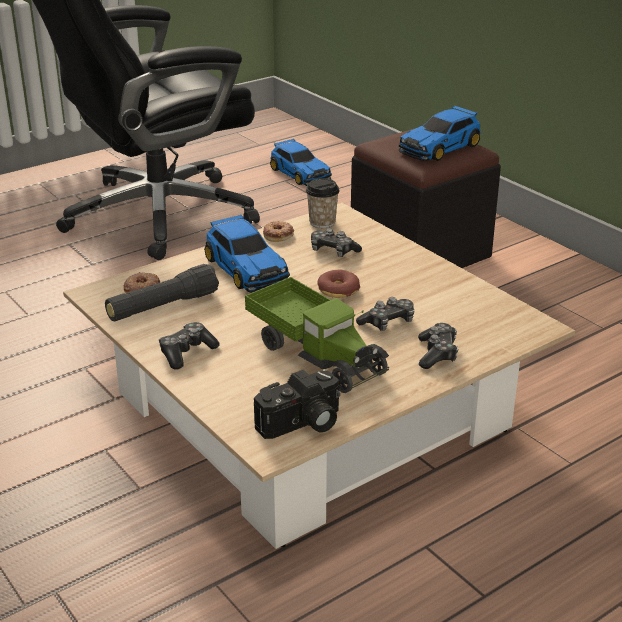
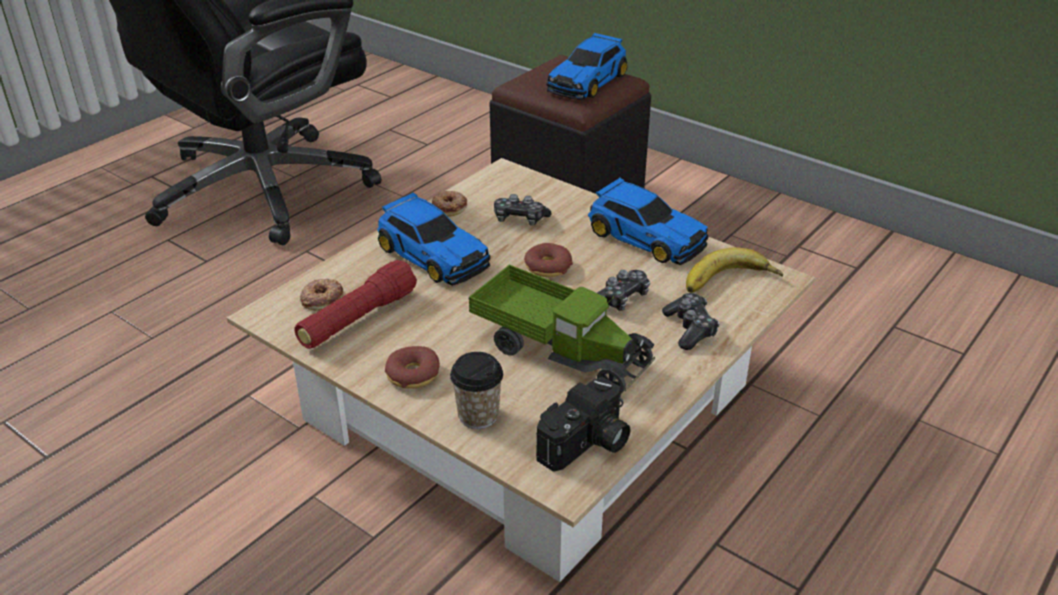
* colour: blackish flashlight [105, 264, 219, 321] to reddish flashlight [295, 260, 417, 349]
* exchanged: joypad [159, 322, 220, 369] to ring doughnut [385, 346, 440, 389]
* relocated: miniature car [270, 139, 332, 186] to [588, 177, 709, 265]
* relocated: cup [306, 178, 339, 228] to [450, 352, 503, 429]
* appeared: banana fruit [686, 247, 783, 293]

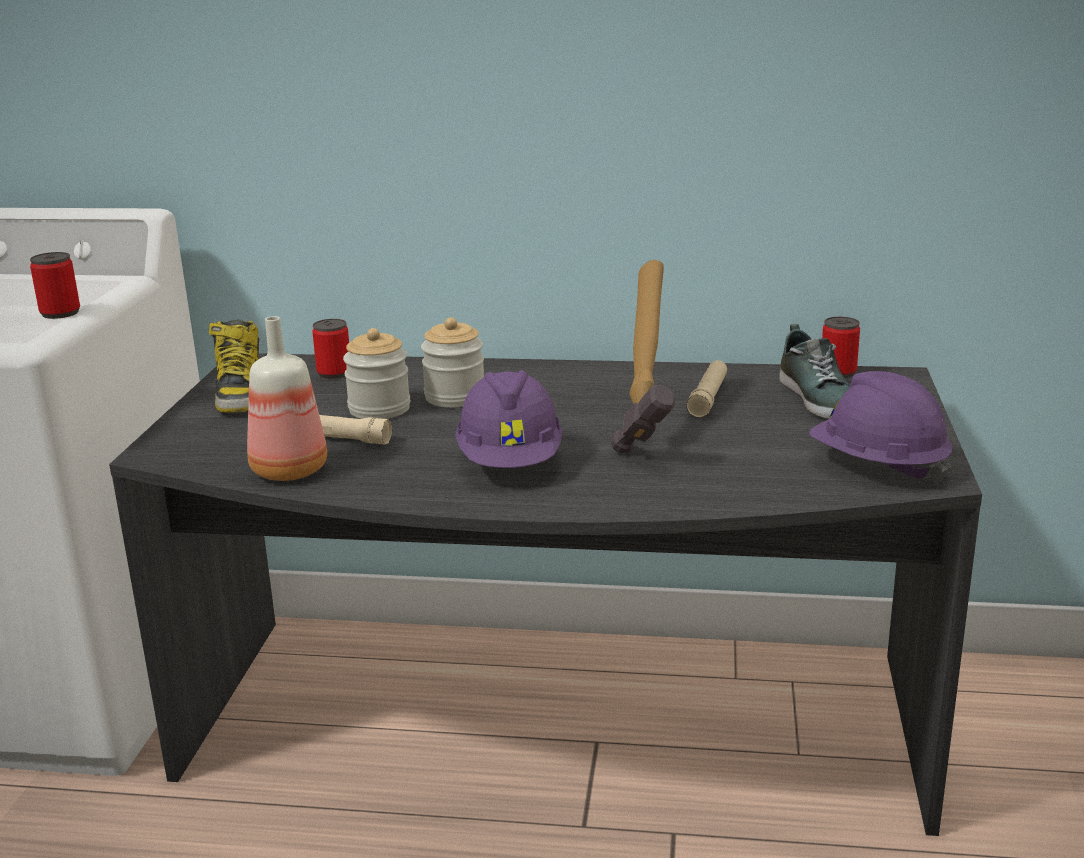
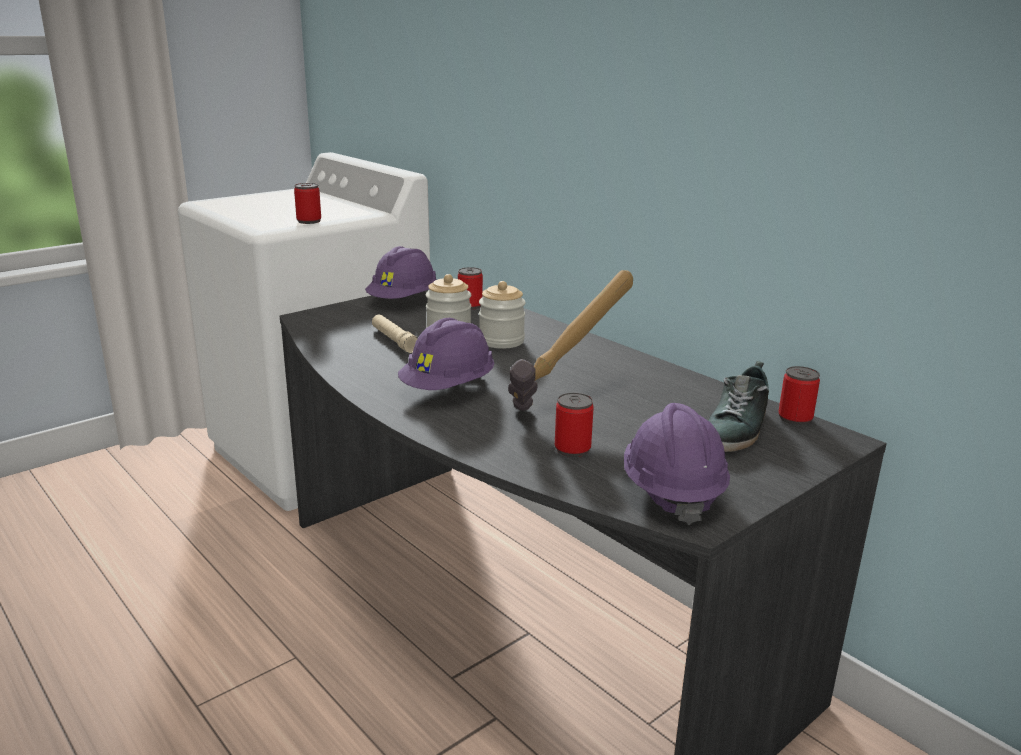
* exchanged: tall boot [209, 320, 260, 413] to purple-coloured safety helmet [365, 246, 437, 299]
* missing: bottle [247, 316, 327, 481]
* missing: beige-coloured flashlight [686, 360, 727, 418]
* appeared: sealed can [555, 393, 594, 457]

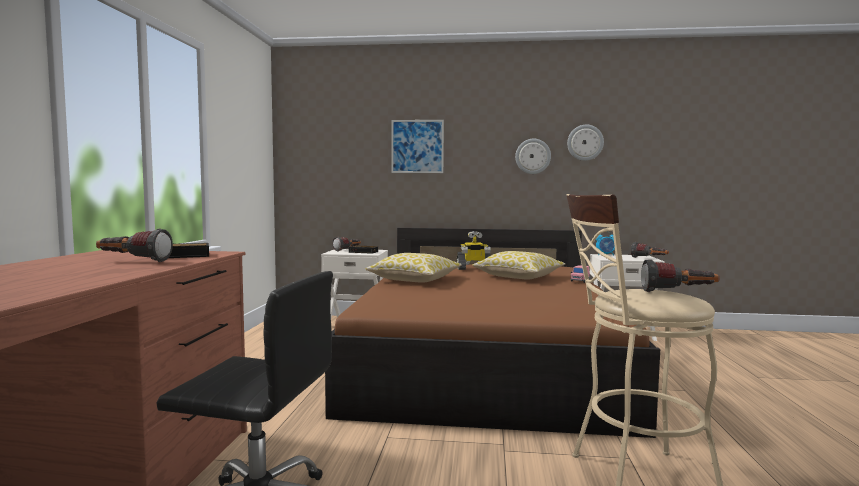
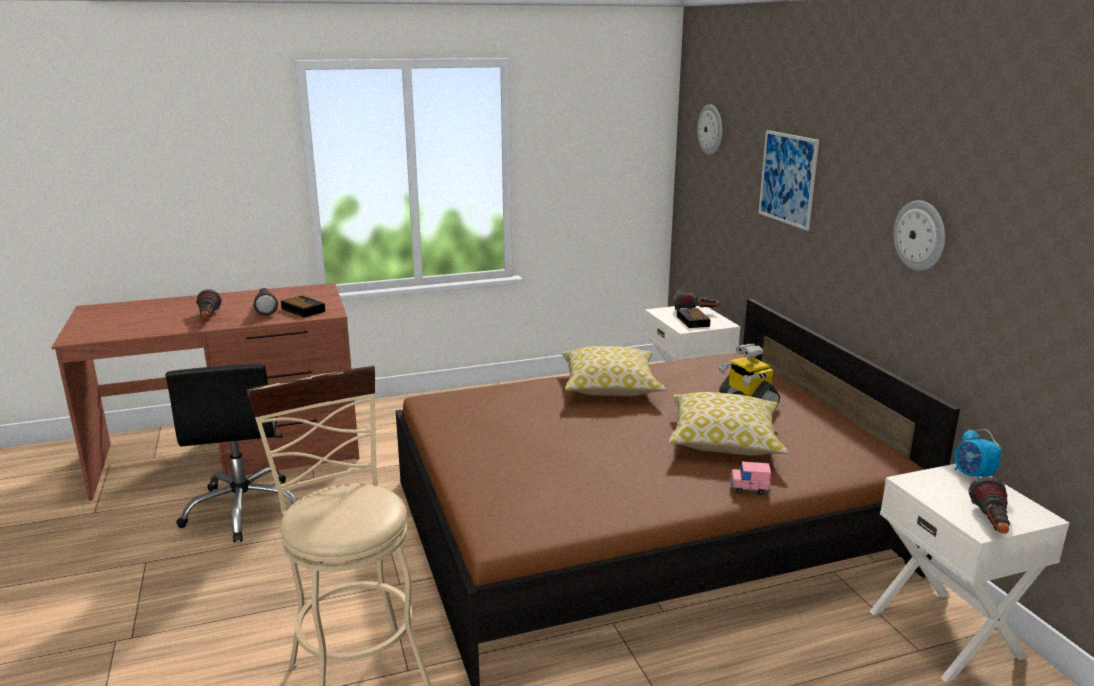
* relocated: hanging clock [567, 125, 604, 161] to [697, 104, 722, 155]
* relocated: flashlight [641, 259, 720, 292] to [196, 289, 222, 318]

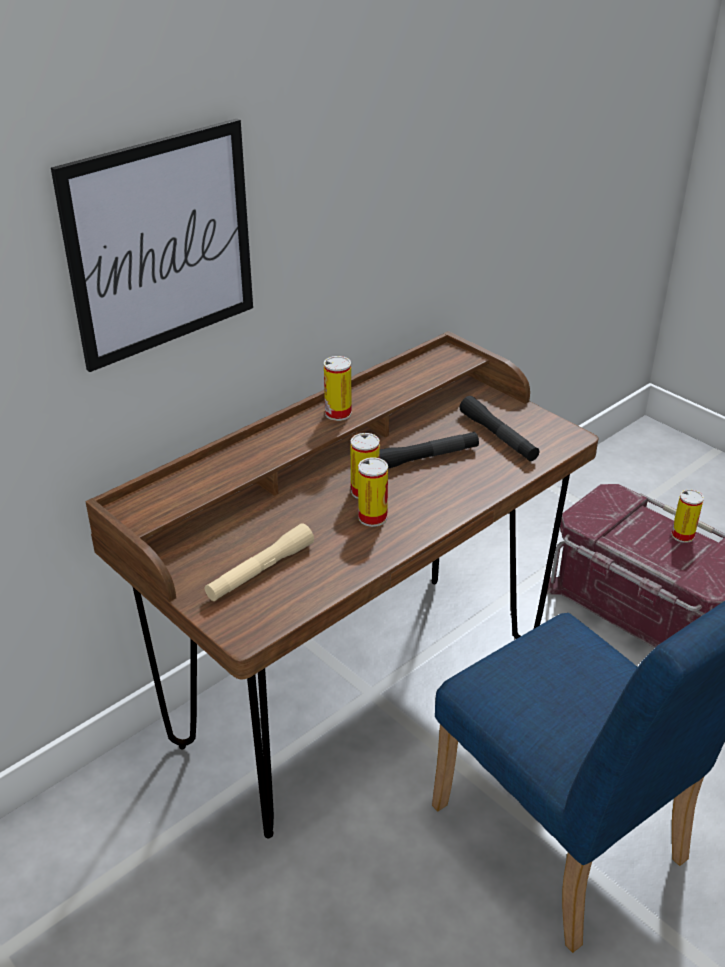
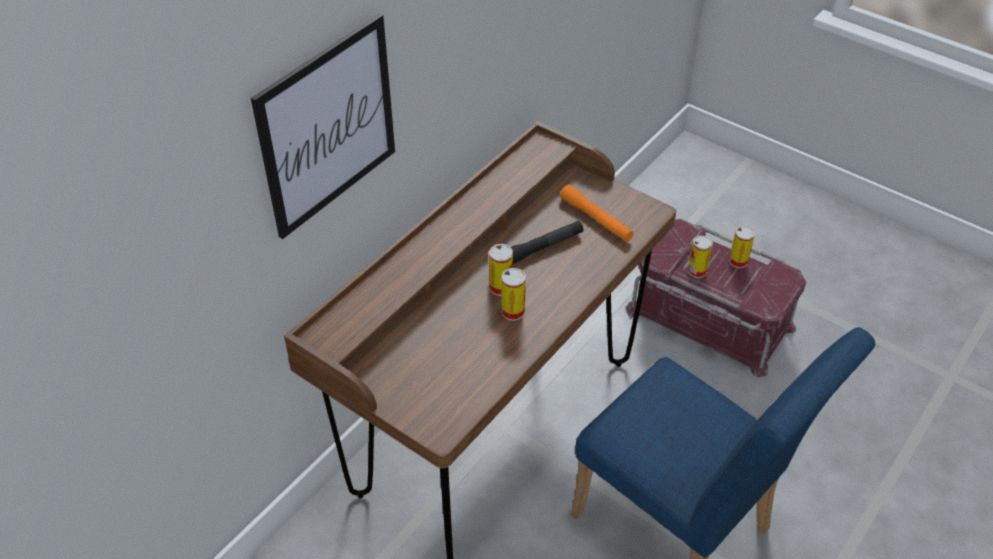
* missing: beige-coloured flashlight [205, 523, 314, 601]
* relocated: sealed can [324, 356, 352, 421] to [688, 235, 713, 278]
* colour: blackish flashlight [460, 396, 539, 461] to orangey flashlight [560, 184, 634, 242]

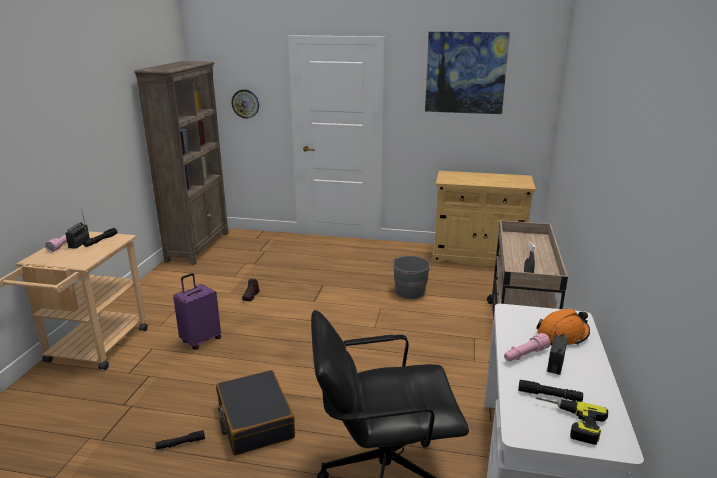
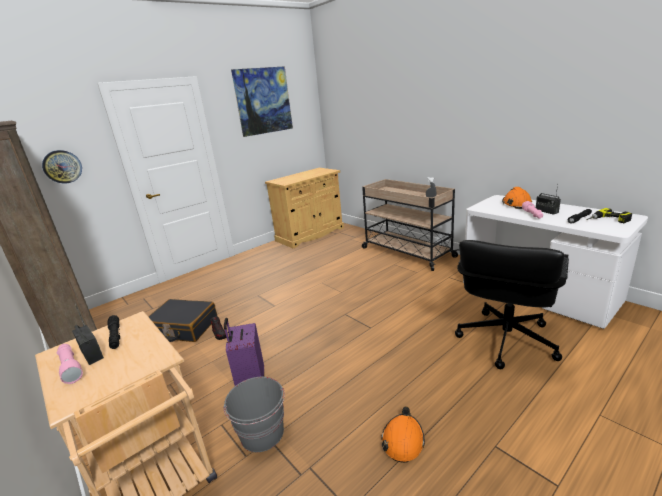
* exchanged: blackish flashlight [155, 430, 205, 450] to orangey safety helmet [381, 406, 425, 463]
* relocated: blackish travel case [216, 370, 295, 456] to [148, 299, 218, 342]
* relocated: gray water bucket [391, 256, 431, 299] to [223, 377, 285, 452]

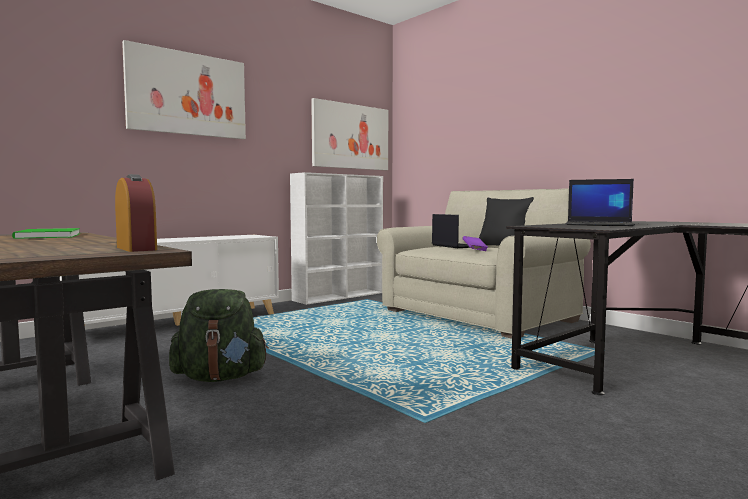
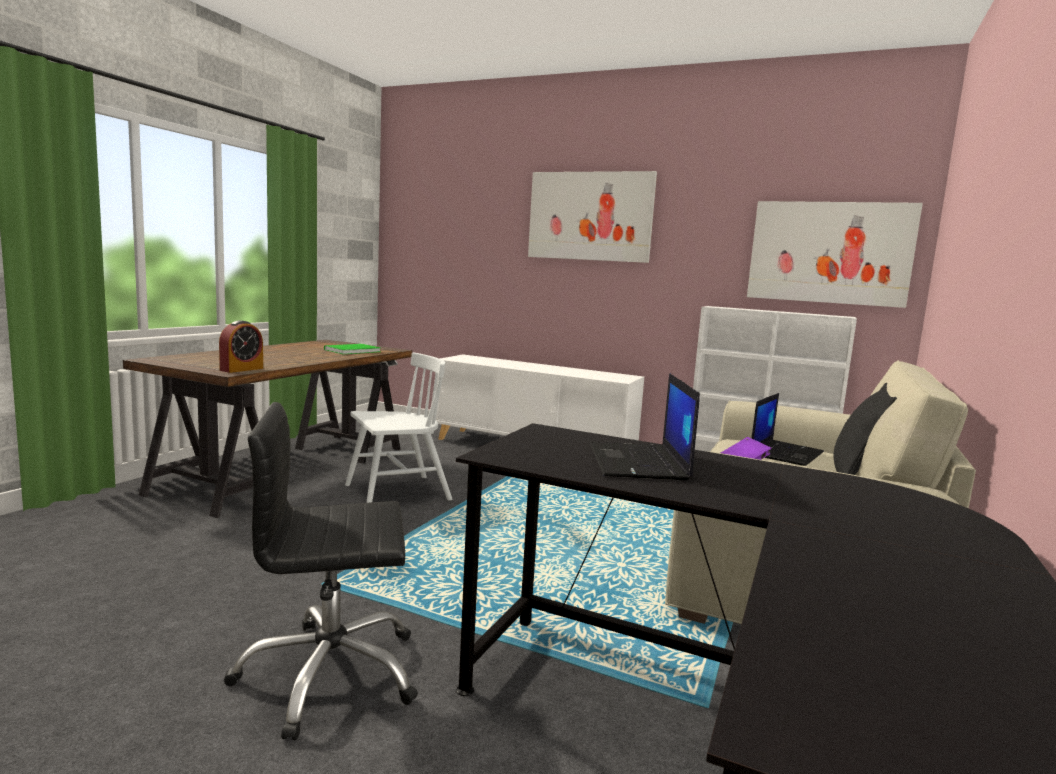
* exchanged: greenish backpack [169, 289, 269, 382] to white-coloured plain chair [345, 353, 452, 503]
* appeared: blackish office chair [224, 402, 418, 740]

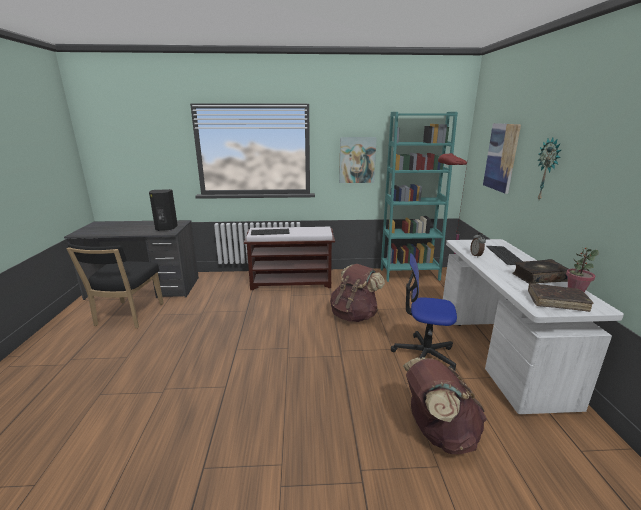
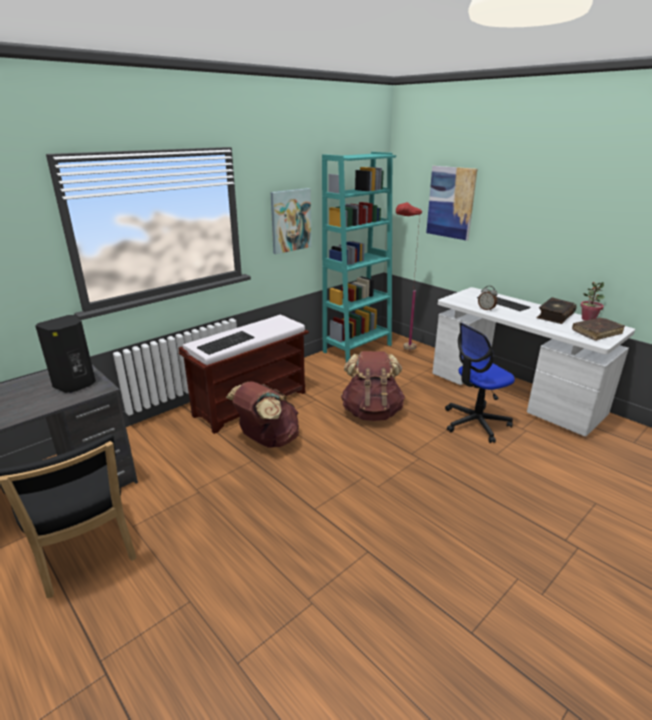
* relocated: brown-coloured backpack [403, 357, 487, 454] to [226, 381, 299, 448]
* missing: hanging clock [537, 138, 561, 200]

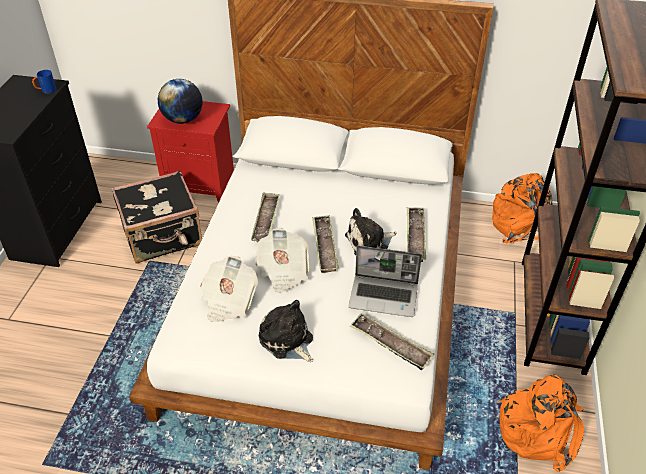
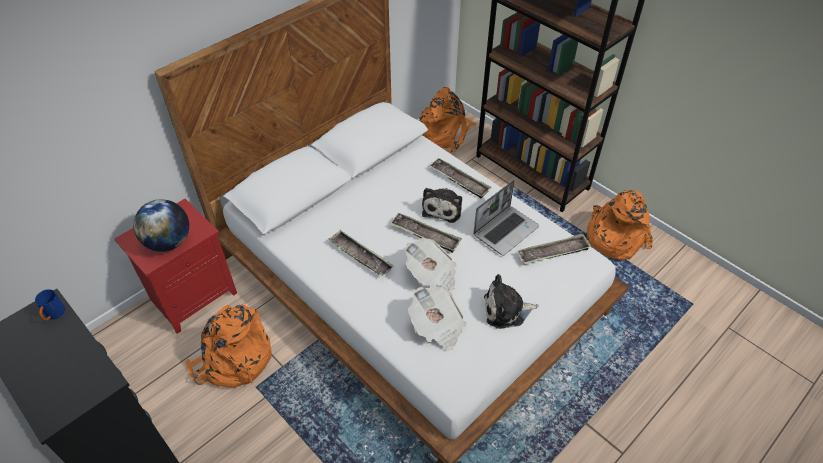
* exchanged: blackish travel case [111, 170, 202, 263] to orangey backpack [185, 304, 272, 388]

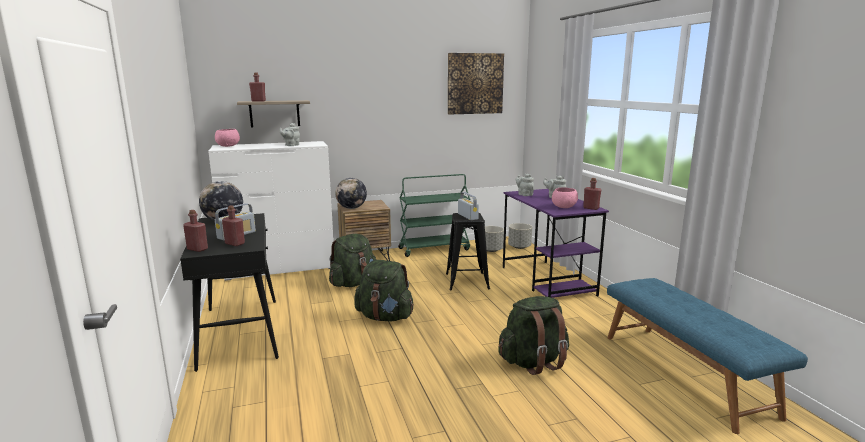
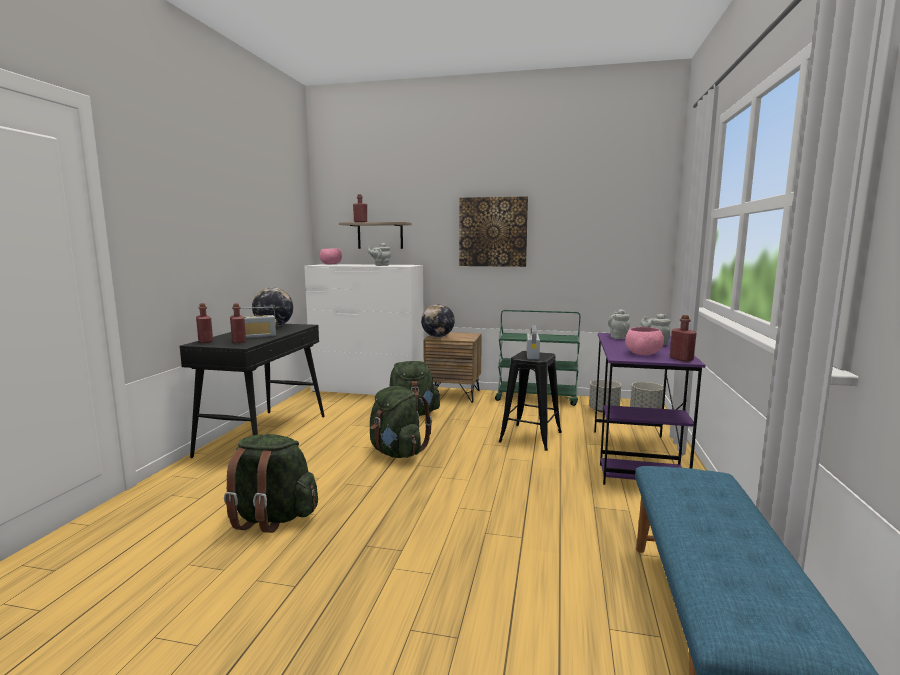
* relocated: wall picture [448, 53, 504, 114] to [459, 196, 528, 267]
* relocated: greenish backpack [498, 296, 569, 375] to [224, 434, 318, 533]

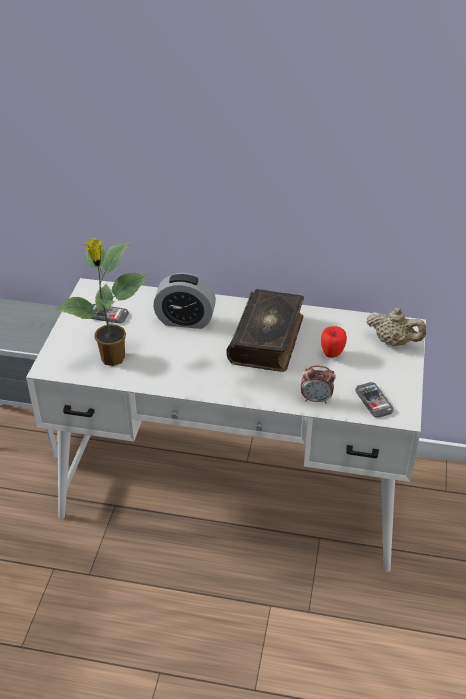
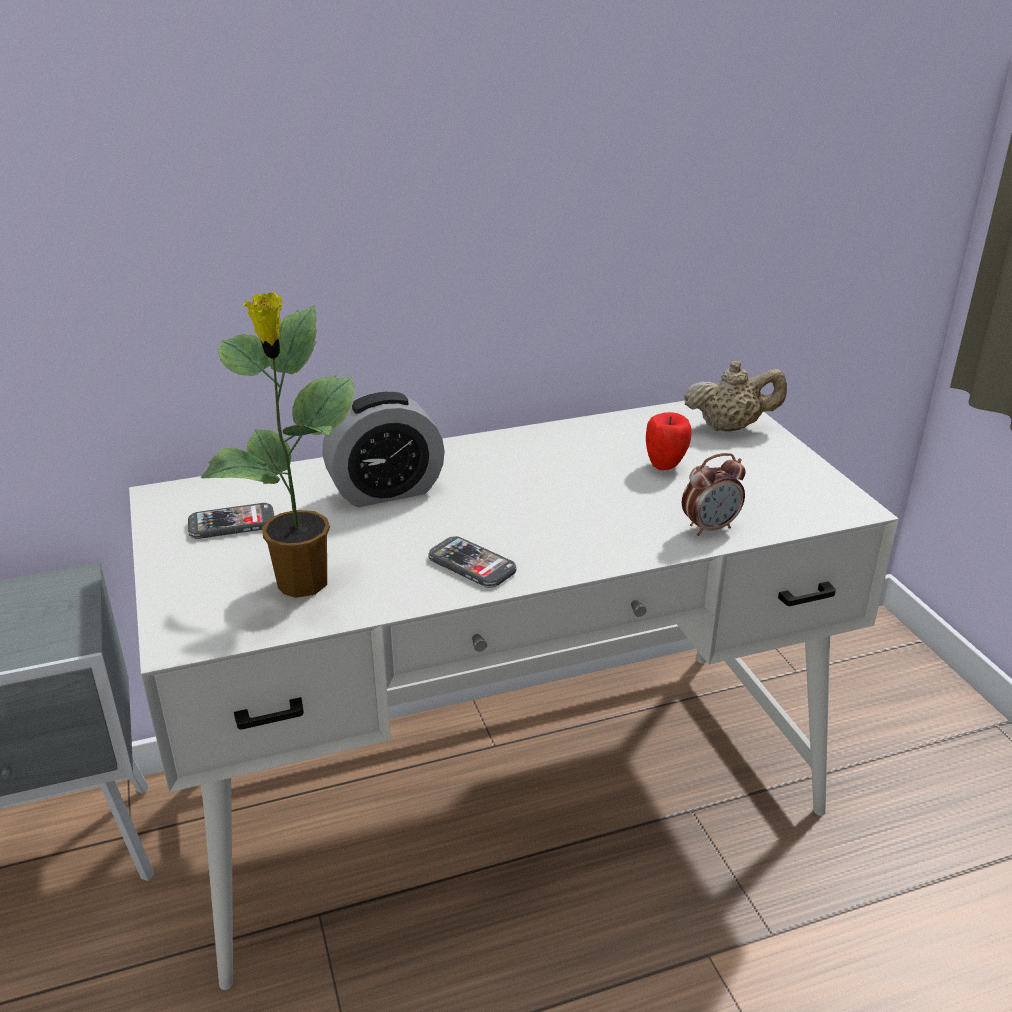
* missing: book [226, 289, 304, 372]
* relocated: telephone [355, 382, 394, 418] to [428, 536, 517, 588]

